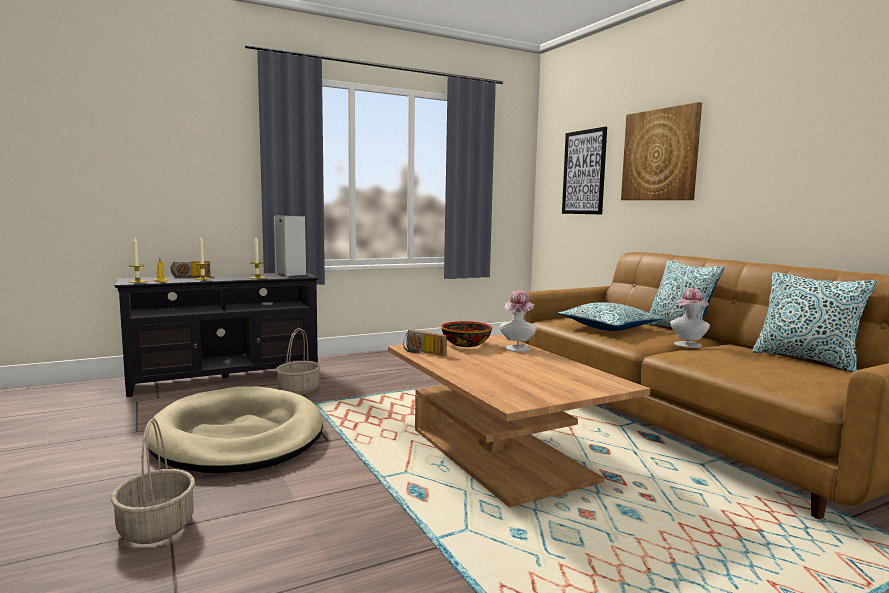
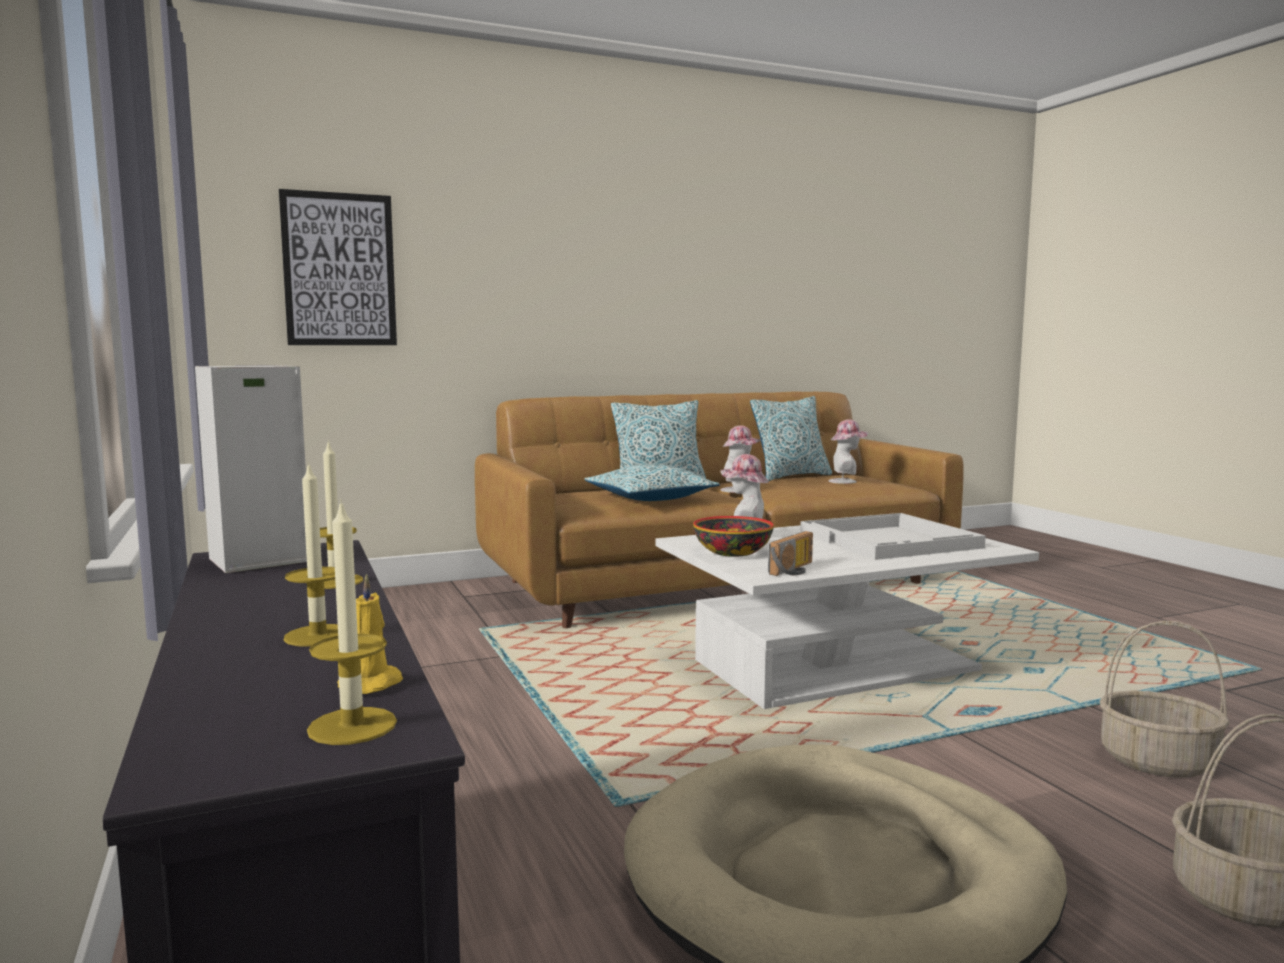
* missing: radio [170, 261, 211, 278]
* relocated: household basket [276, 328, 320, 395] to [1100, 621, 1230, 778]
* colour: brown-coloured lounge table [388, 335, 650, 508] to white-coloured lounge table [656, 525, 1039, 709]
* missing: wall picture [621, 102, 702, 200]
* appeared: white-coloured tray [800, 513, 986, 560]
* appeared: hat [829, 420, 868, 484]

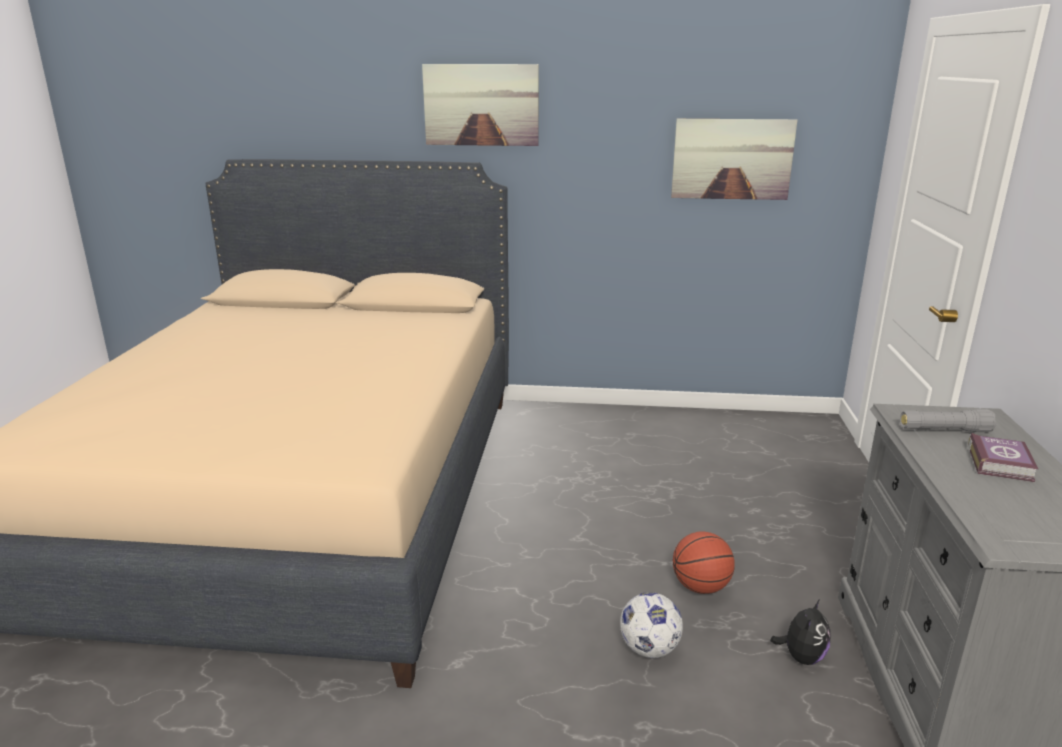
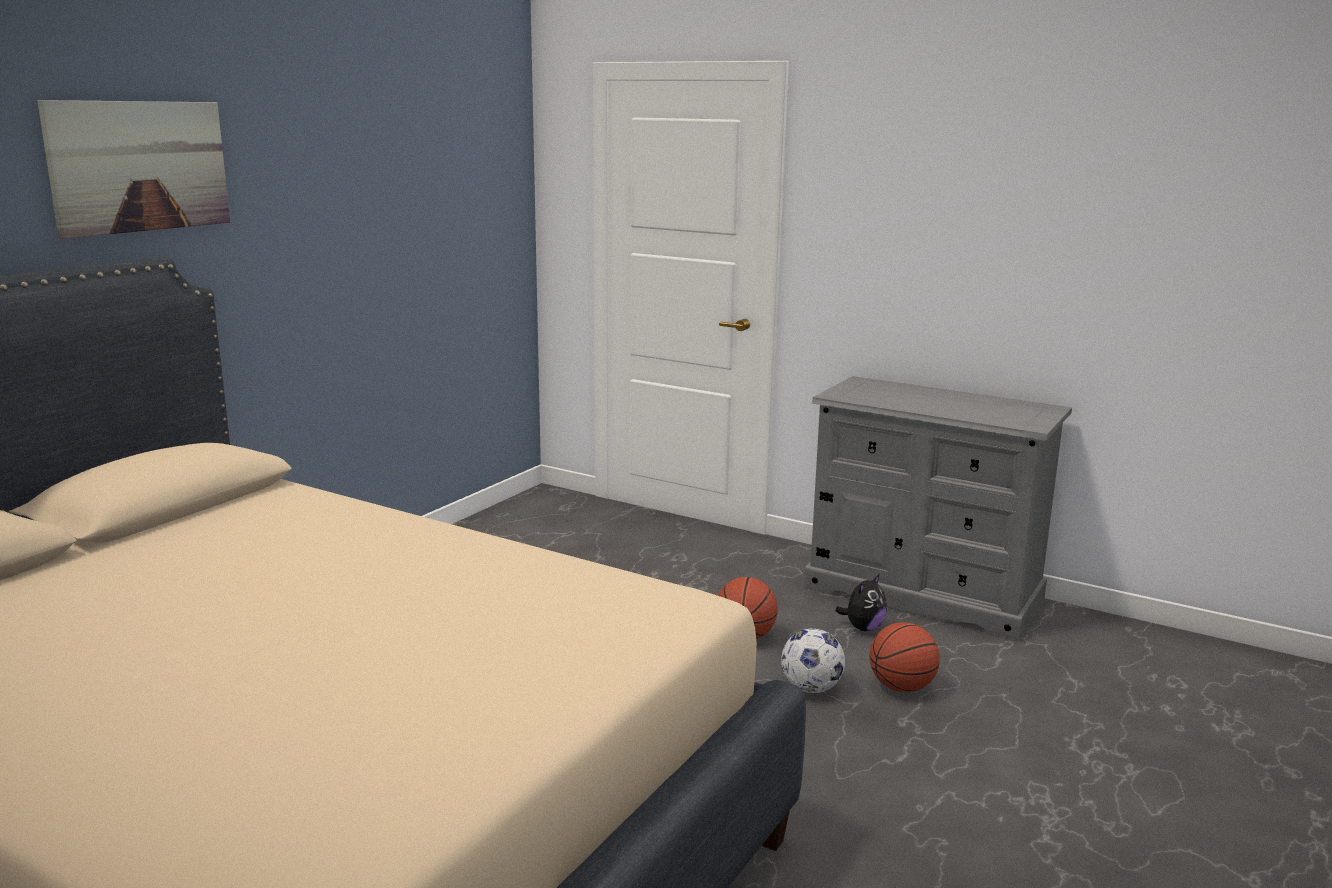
* missing: wall picture [671, 119, 798, 200]
* spun: cuddly toy [770, 599, 831, 665] = [835, 573, 887, 631] 75 degrees clockwise
* missing: gray flashlight [900, 409, 996, 433]
* missing: book [968, 433, 1038, 482]
* appeared: basketball ball [869, 622, 940, 692]

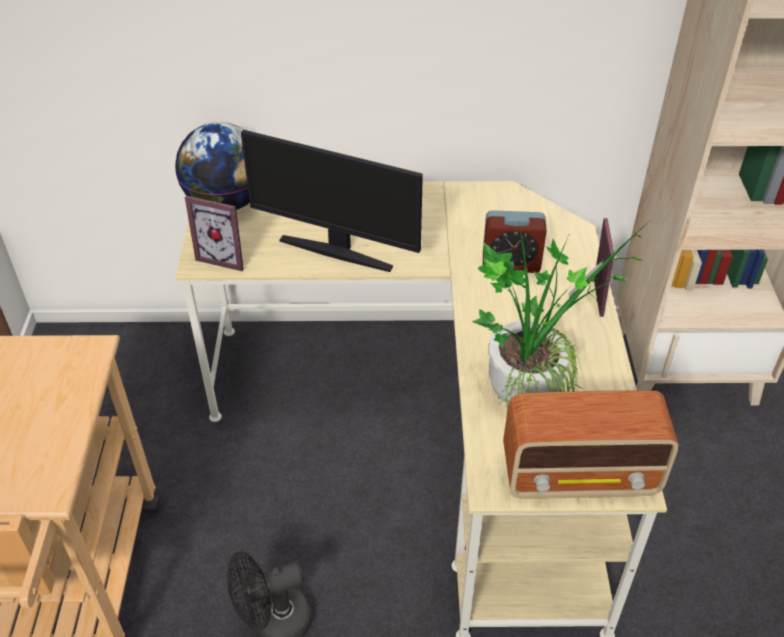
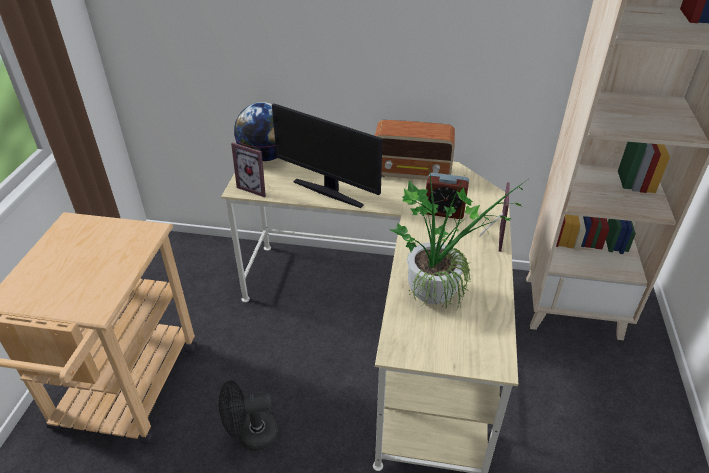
* relocated: radio [503, 390, 678, 499] to [375, 120, 455, 180]

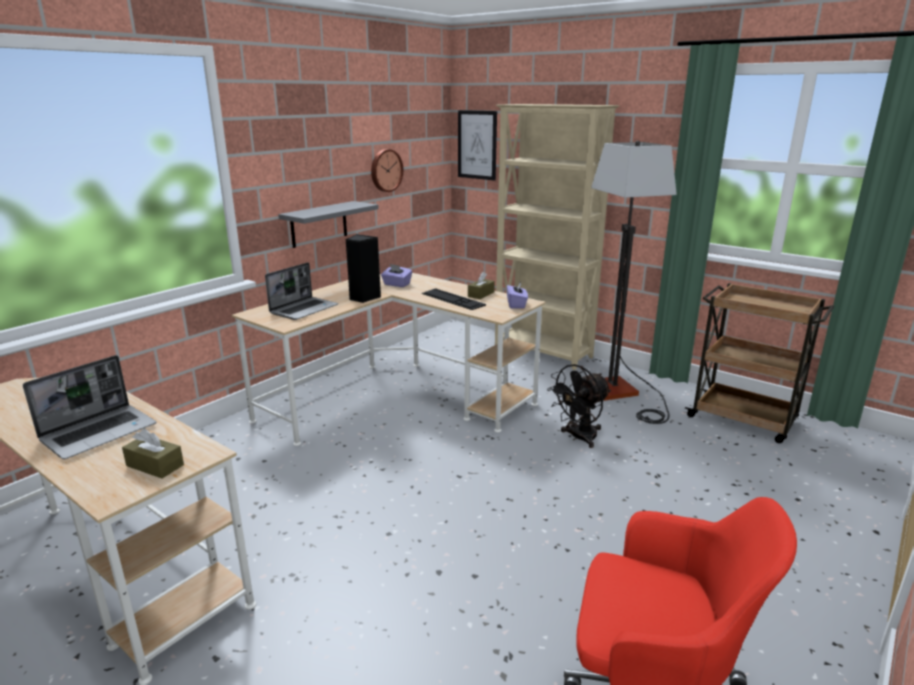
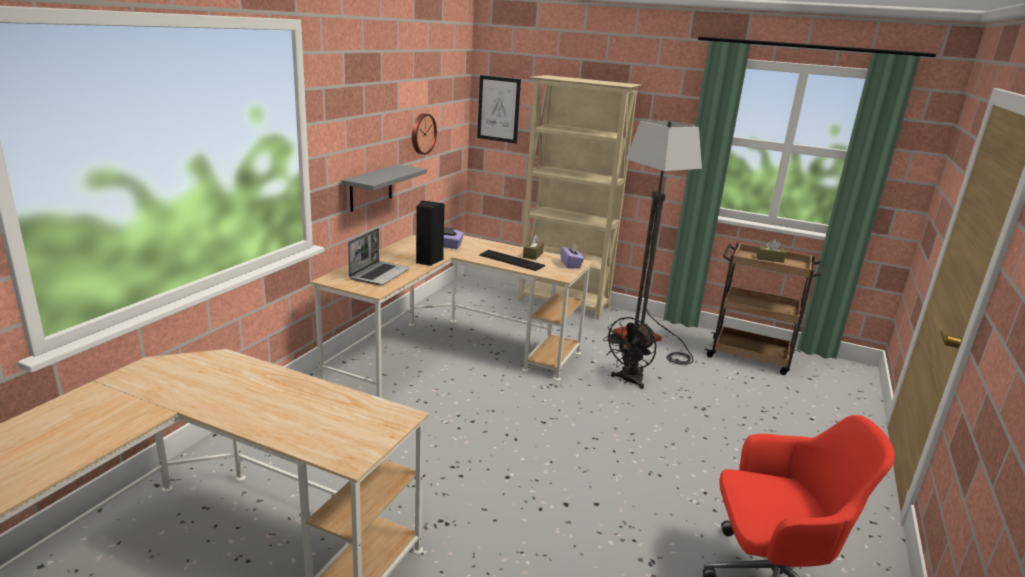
* missing: laptop [23, 355, 156, 459]
* relocated: brown-coloured tissue box [122, 428, 184, 478] to [756, 239, 786, 263]

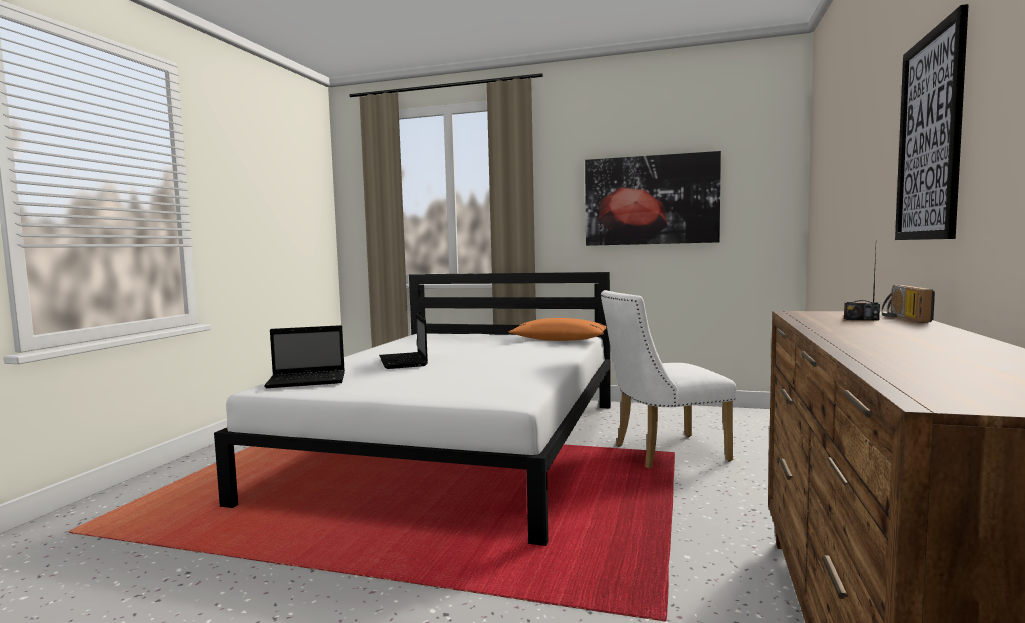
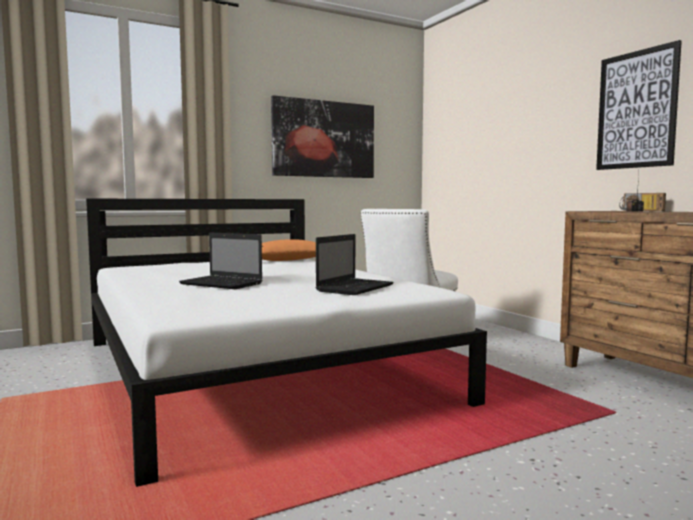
* relocated: laptop [264, 325, 345, 388] to [316, 234, 394, 295]

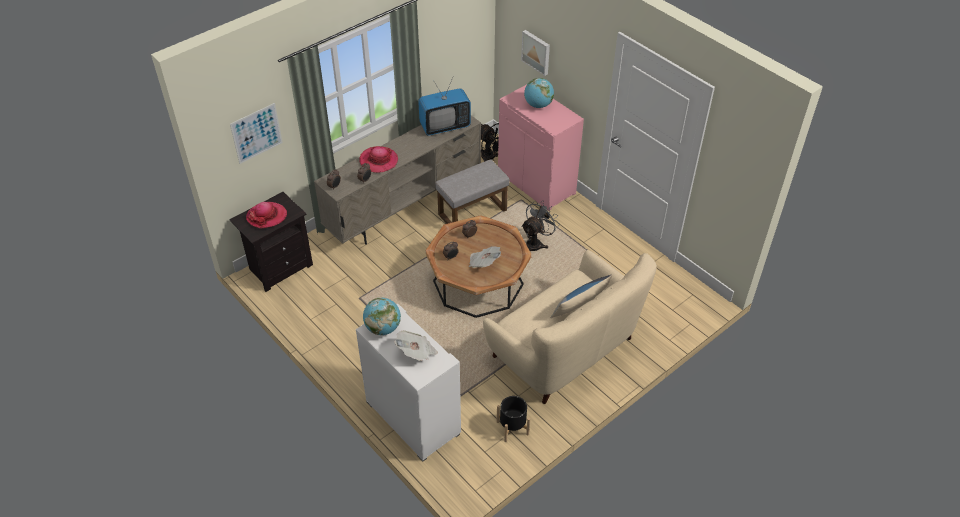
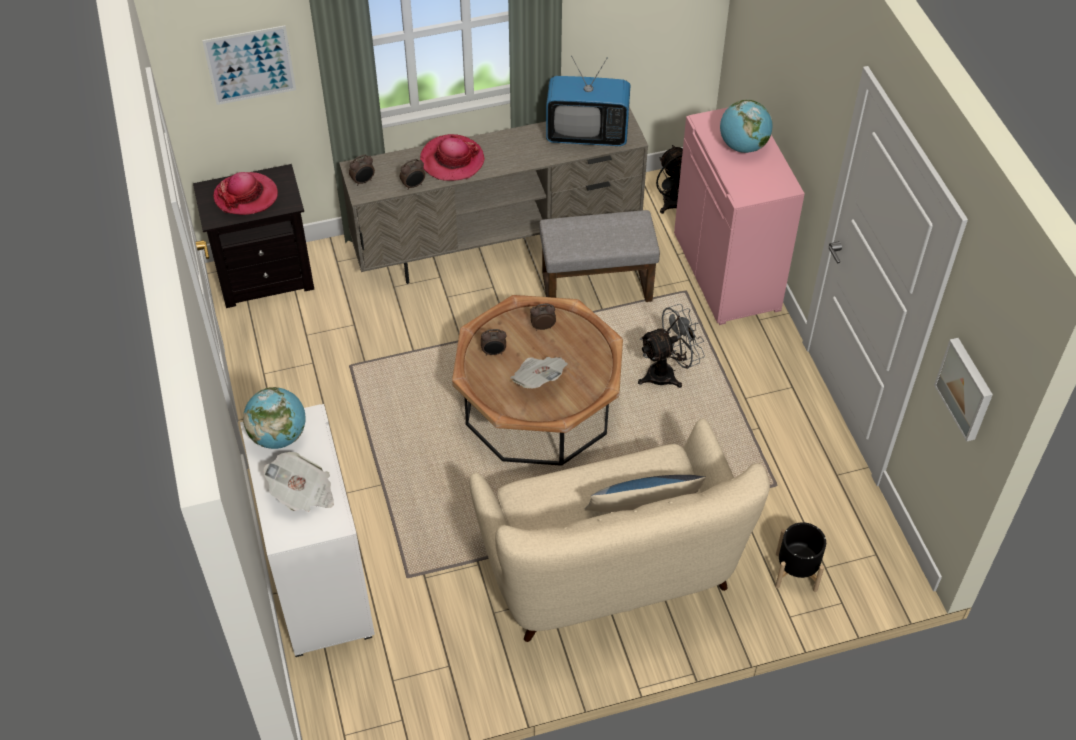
* relocated: blackish flower pot [497, 396, 530, 442] to [775, 522, 826, 592]
* relocated: wall picture [521, 30, 550, 76] to [934, 338, 993, 442]

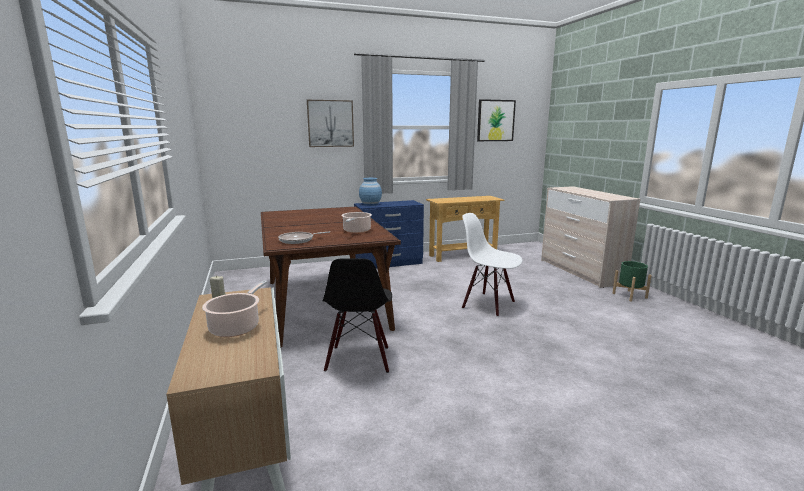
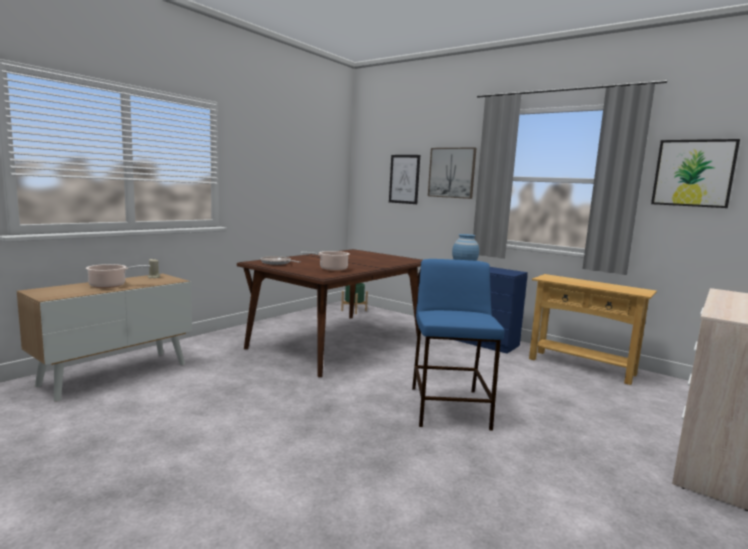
* missing: blackish plain chair [323, 258, 392, 373]
* exchanged: white-coloured plain chair [462, 213, 522, 317] to bluish stool [412, 259, 504, 431]
* relocated: greenish flower pot [612, 261, 651, 302] to [341, 283, 368, 314]
* appeared: wall picture [389, 155, 420, 204]

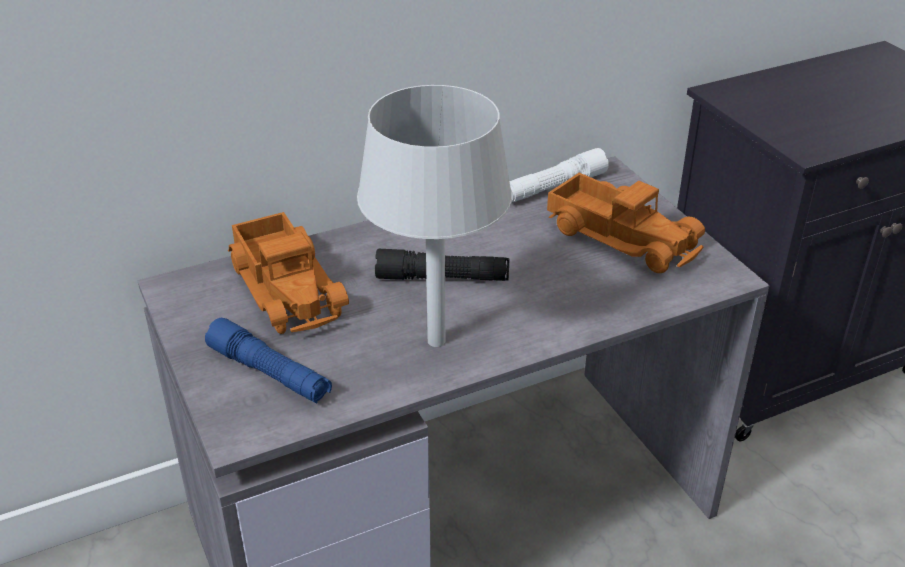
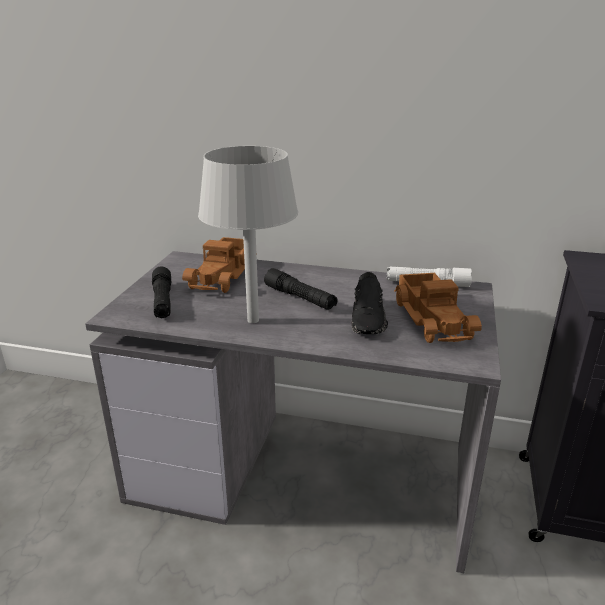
* colour: bluish flashlight [205, 318, 332, 403] to blackish flashlight [152, 267, 171, 318]
* appeared: blackish low shoe [351, 272, 388, 334]

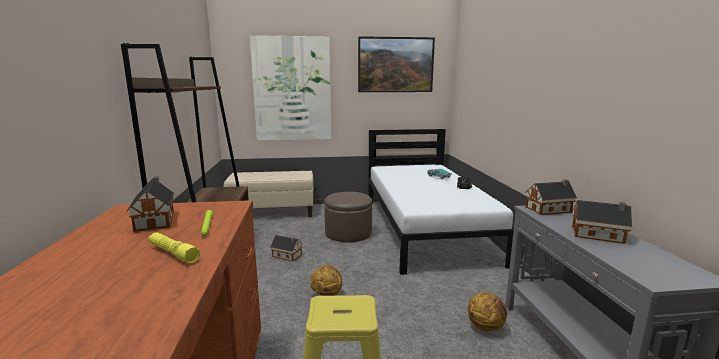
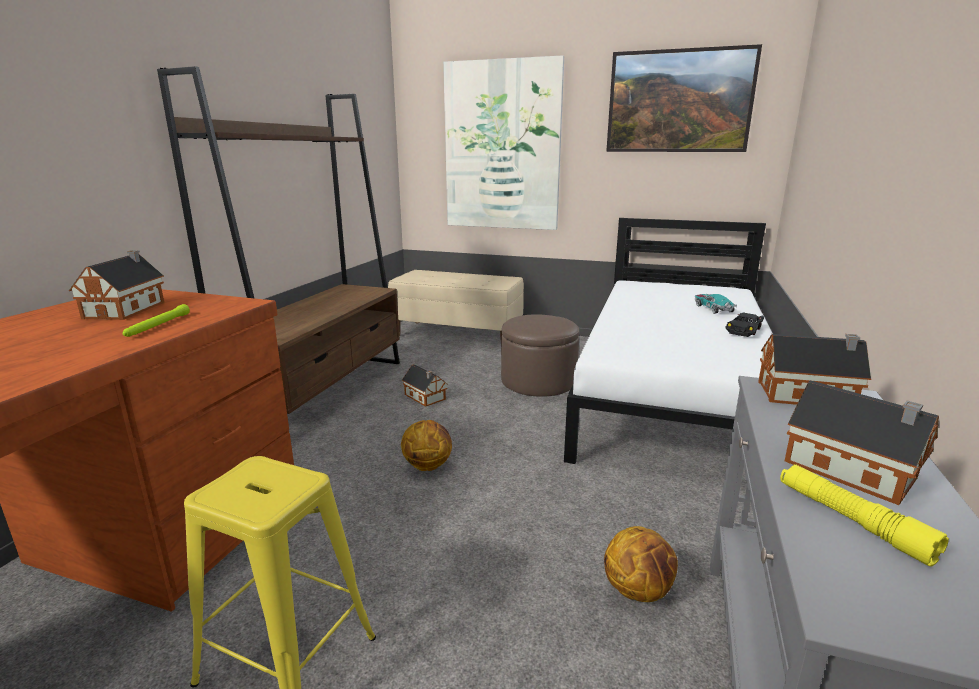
* relocated: yellow-coloured flashlight [148, 233, 200, 264] to [780, 465, 949, 567]

